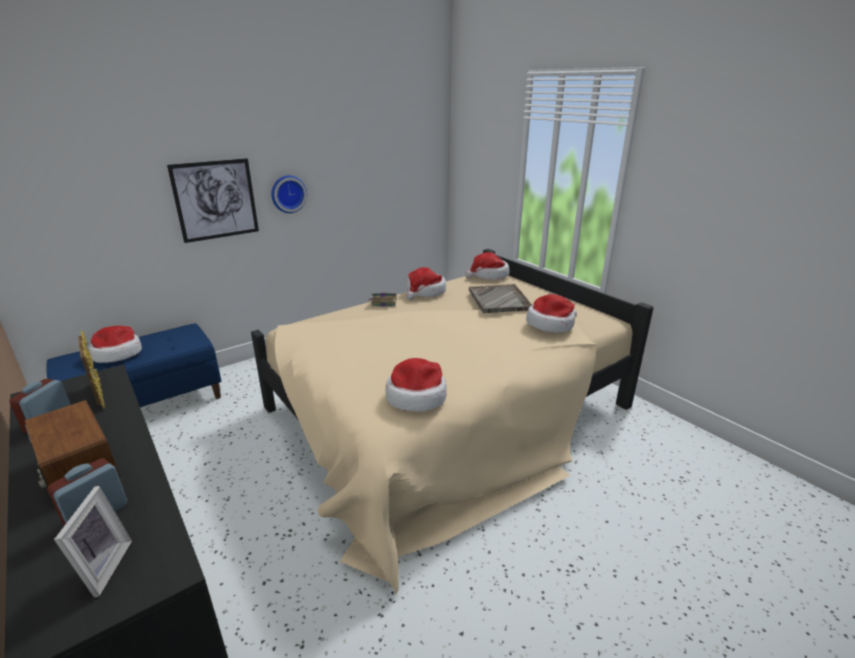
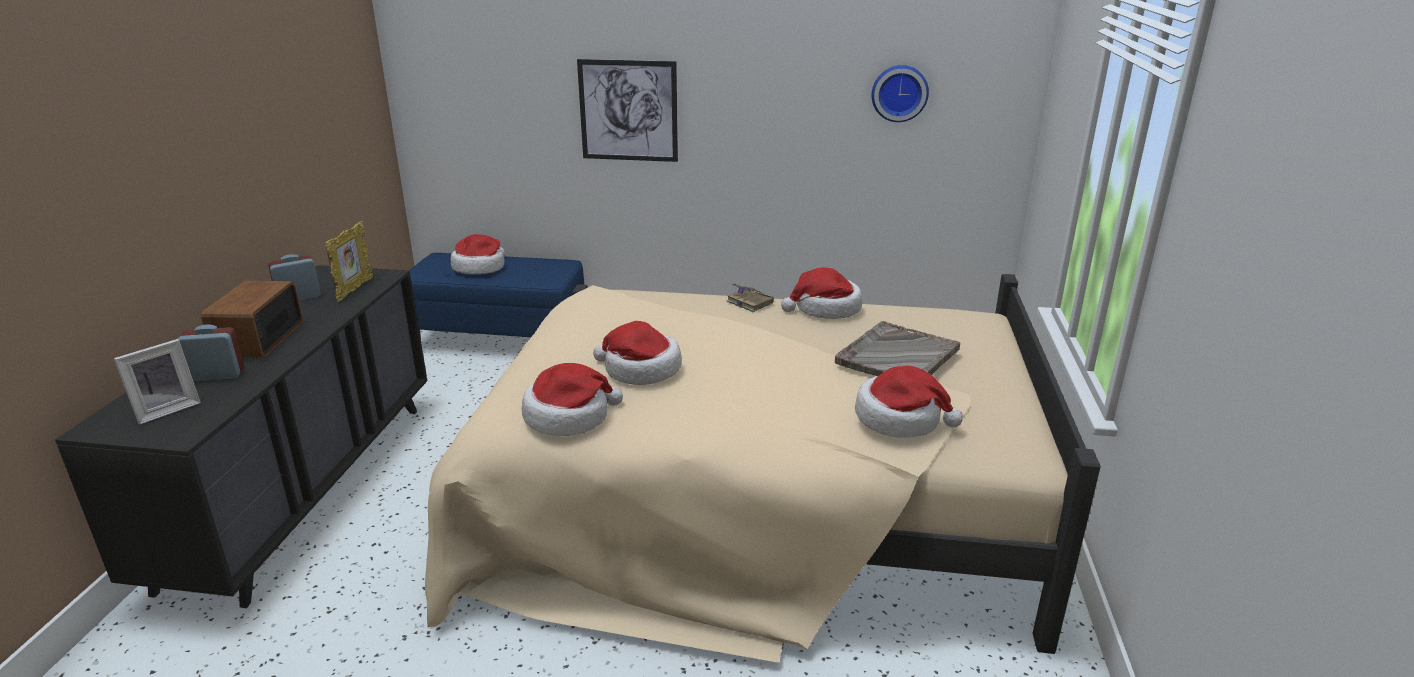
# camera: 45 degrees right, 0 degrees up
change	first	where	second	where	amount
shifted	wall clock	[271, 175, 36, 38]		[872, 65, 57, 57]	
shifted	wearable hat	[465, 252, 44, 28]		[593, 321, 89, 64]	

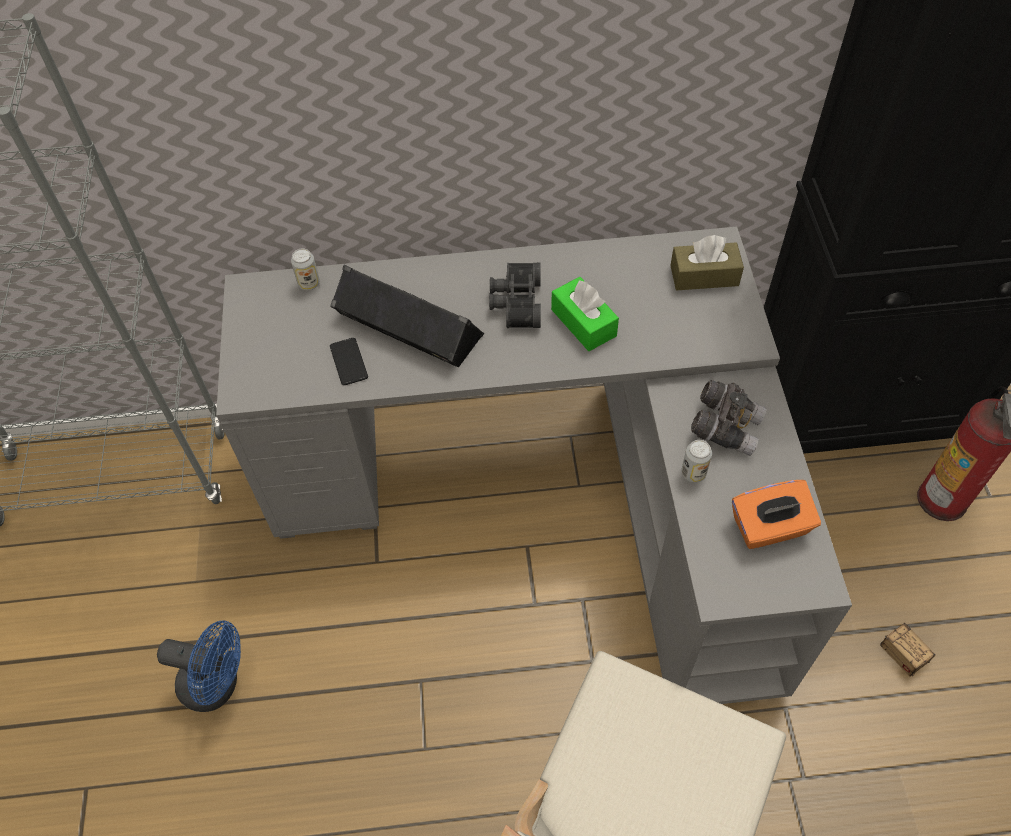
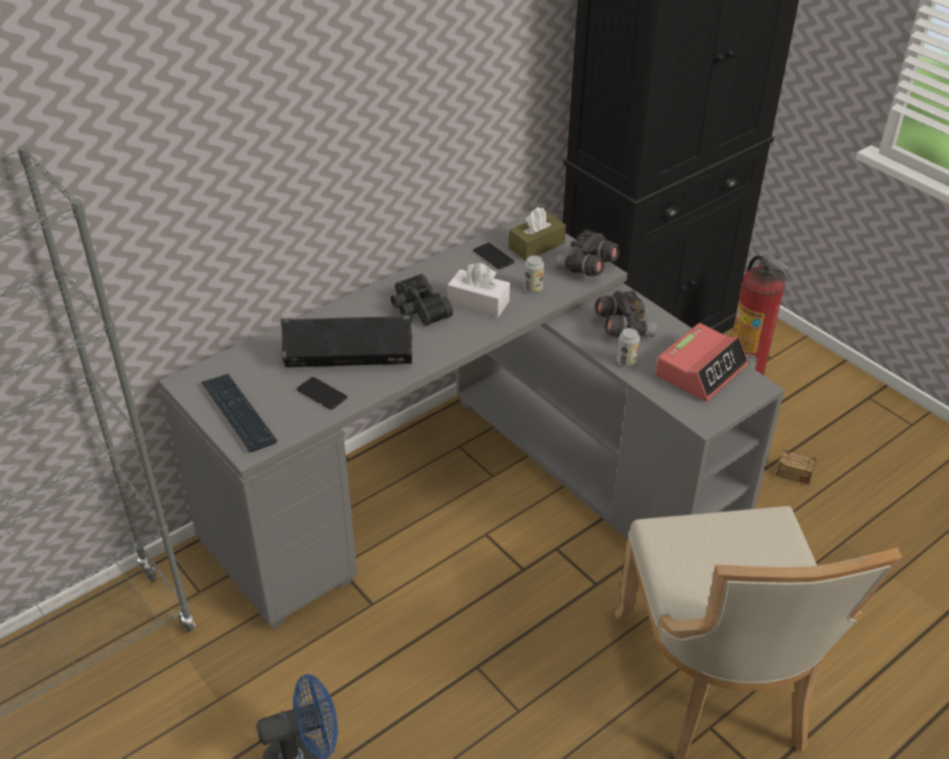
# camera: 35 degrees left, 15 degrees down
change	first	where	second	where	amount
new			PC keyboard	[201, 374, 76, 78]	
new			phone	[473, 243, 41, 26]	
new			binoculars (greyish)	[556, 229, 64, 47]	
shifted	can	[291, 248, 29, 42]		[524, 255, 20, 38]	
swapped	tissue holder (orange)	[732, 480, 89, 69]	table clock	[655, 323, 93, 79]	
repainted	tissue holder (green-coloured)	[551, 277, 68, 74]	tissue holder (whitish)	[448, 263, 62, 55]	

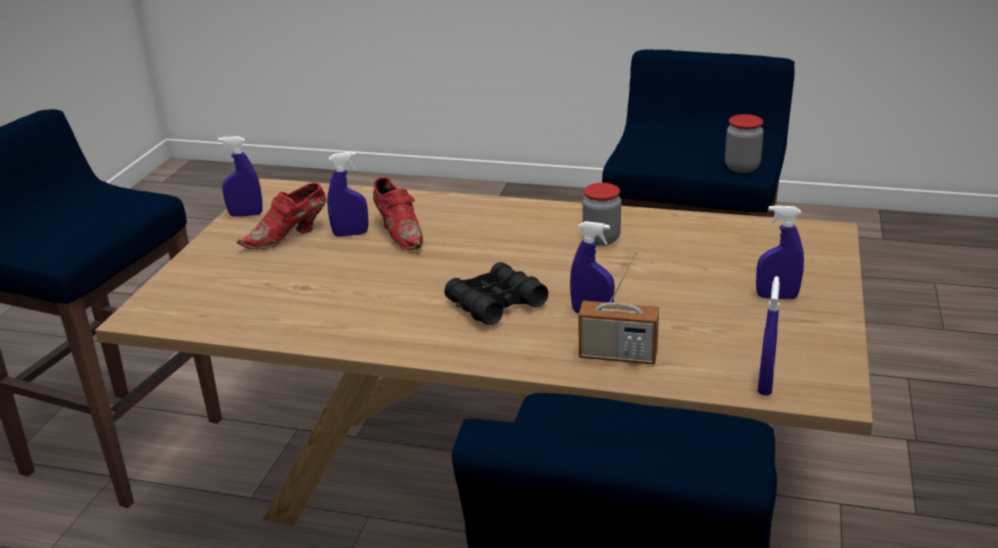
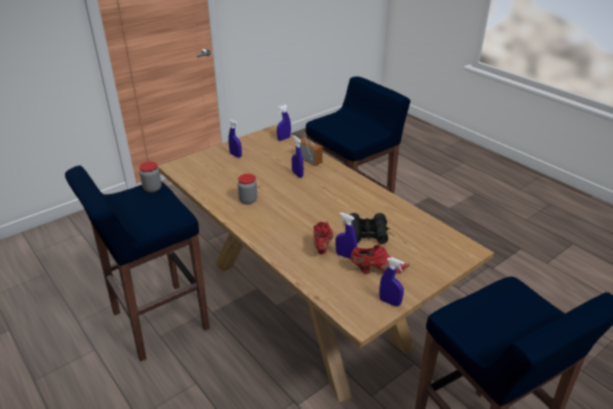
# camera: 145 degrees left, 5 degrees up
change	first	where	second	where	amount
shifted	binoculars (black)	[444, 262, 105, 63]		[350, 213, 40, 31]	

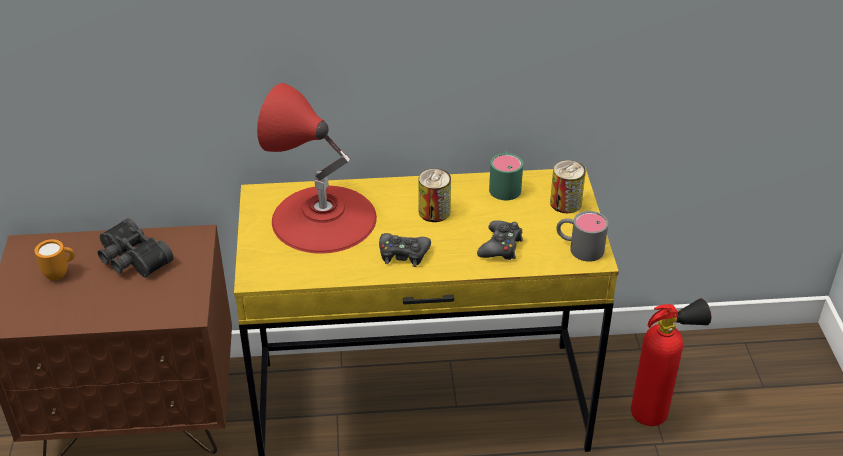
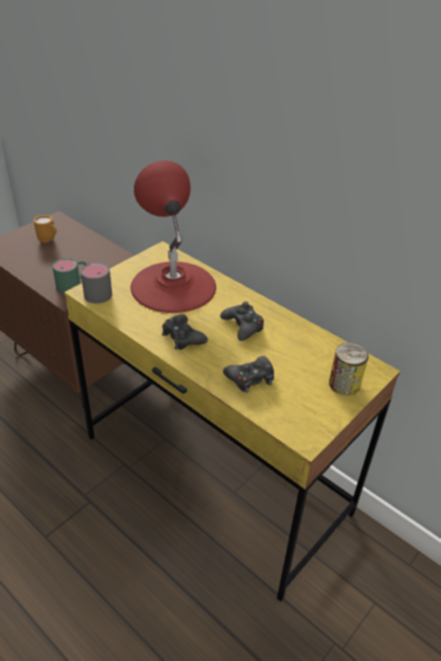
# camera: 45 degrees right, 0 degrees up
change	first	where	second	where	amount
gone	binoculars (black)	[98, 218, 76, 59]			
gone	fire extinguisher	[631, 298, 80, 128]			
shifted	tea mug (green-coloured)	[489, 151, 34, 49]		[52, 258, 35, 36]	
shifted	tea mug (greyish)	[556, 211, 52, 51]		[81, 262, 31, 42]	
swapped	can	[418, 169, 33, 53]	gamepad (black)	[220, 302, 44, 39]	

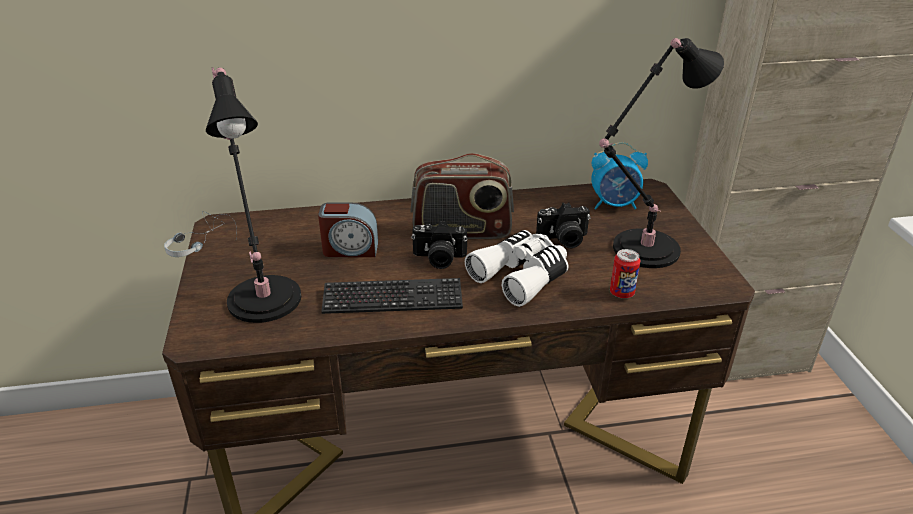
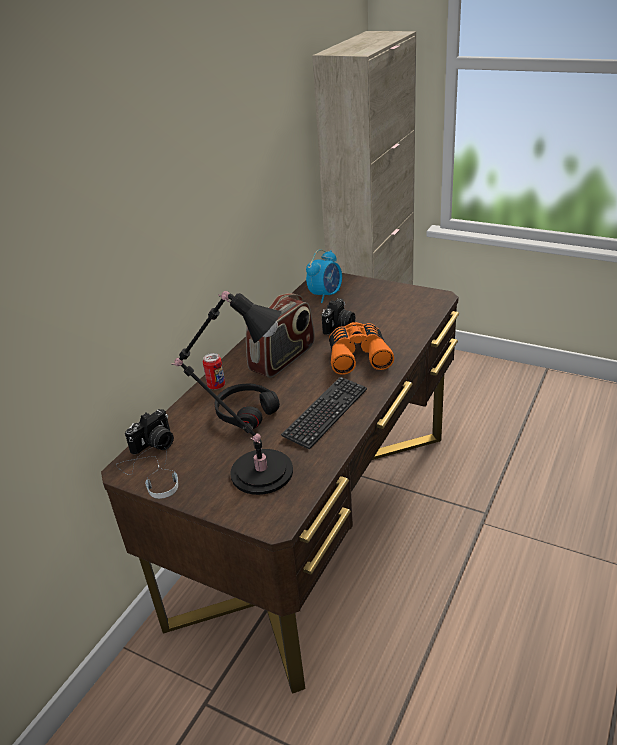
# camera: 50 degrees left, 0 degrees up
change	first	where	second	where	amount
gone	lamp for a table (black)	[599, 38, 125, 230]			
shifted	photo camera	[411, 221, 56, 48]		[125, 409, 49, 46]	
shifted	can	[610, 249, 31, 49]		[203, 353, 22, 36]	
swapped	table clock	[318, 202, 60, 55]	headset (black)	[215, 384, 65, 45]	
repainted	binoculars (whitish)	[465, 230, 103, 77]	binoculars (orange)	[329, 322, 65, 53]	

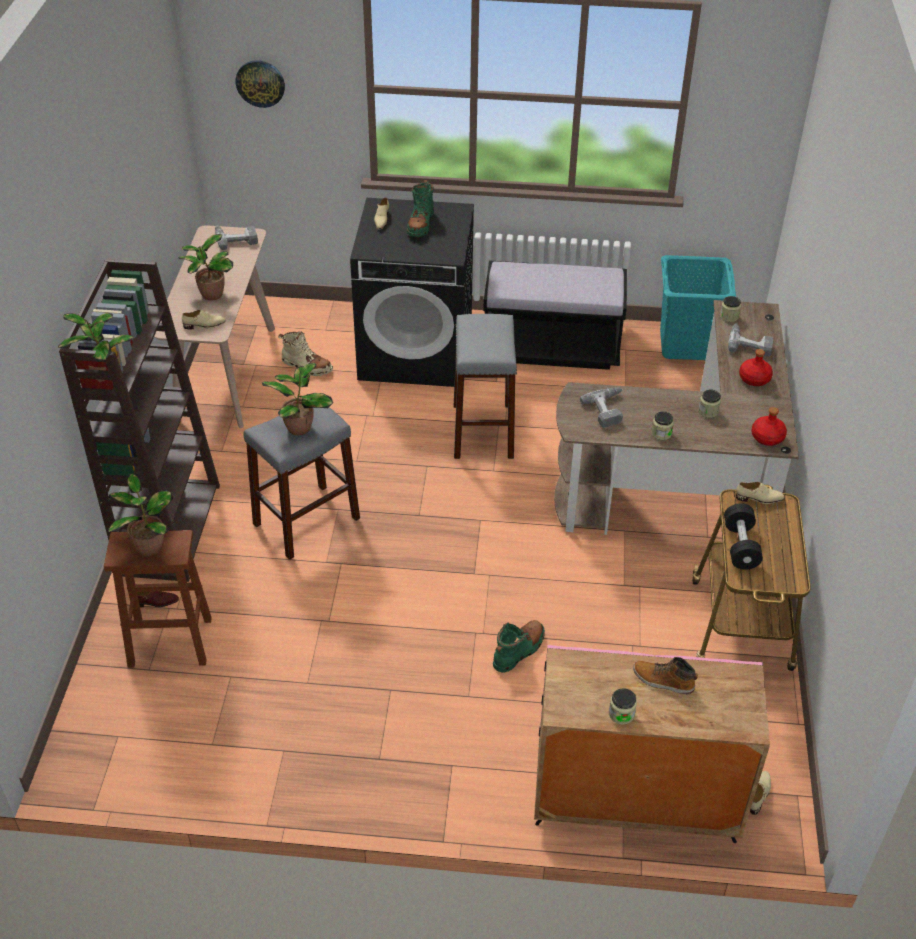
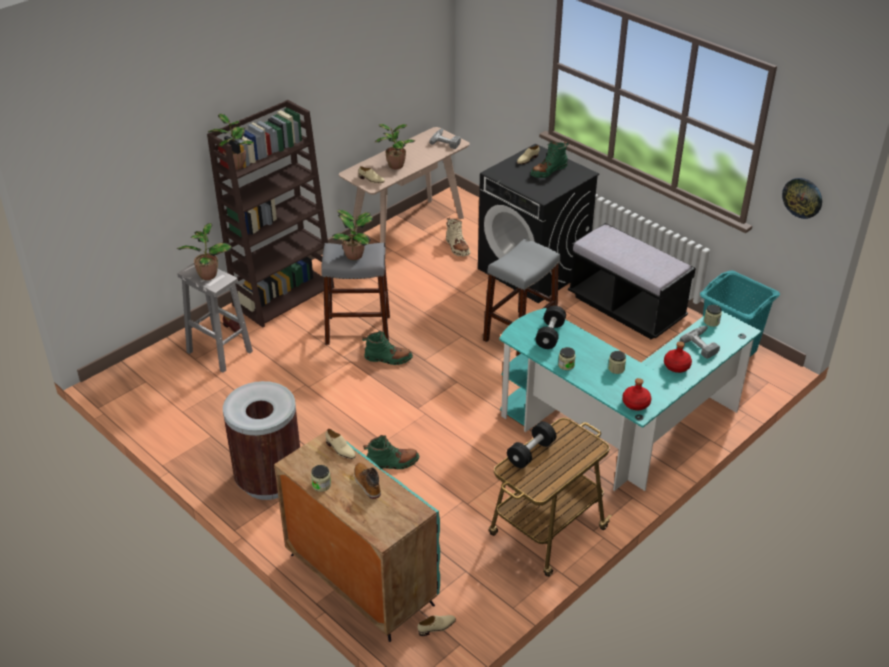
# camera: 40 degrees right, 5 degrees down
change	first	where	second	where	amount
new			trash can (brown-coloured)	[223, 381, 77, 119]	
new			boot (green-coloured)	[362, 331, 51, 34]	
shifted	wall clock	[236, 60, 49, 48]		[782, 178, 40, 41]	
shifted	item of footwear (beige-coloured)	[736, 482, 49, 22]		[325, 429, 31, 30]	
swapped	drill	[580, 387, 43, 41]	free weight (black)	[535, 306, 31, 43]	
repainted	stool (brown-coloured)	[104, 530, 108, 138]	stool (whitish)	[177, 263, 76, 110]	
repainted	storage cabinet (pink)	[534, 645, 236, 198]	storage cabinet (blue-green)	[274, 431, 166, 211]	
repainted	desk table (brown-coloured)	[554, 300, 245, 235]	desk table (blue-green)	[499, 308, 263, 183]	

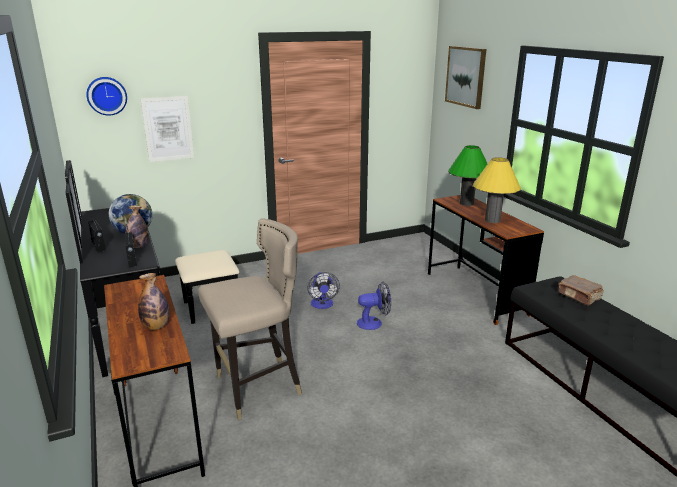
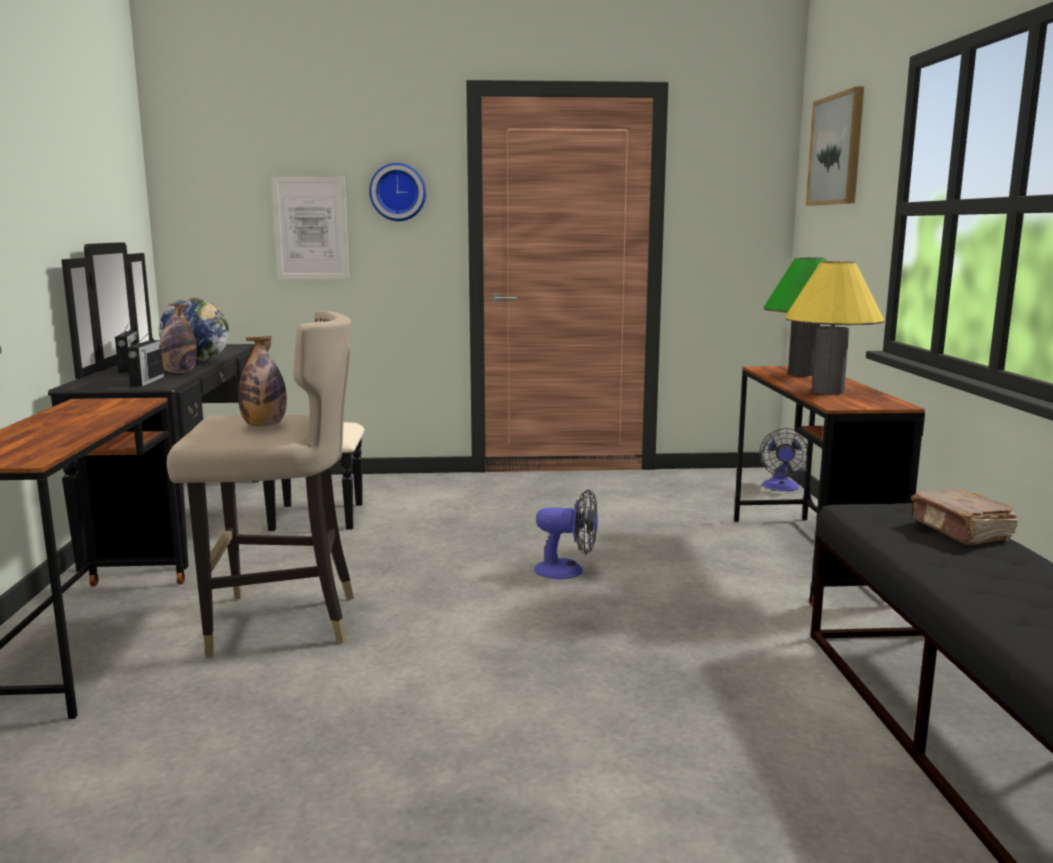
# camera: 20 degrees right, 10 degrees down
change	first	where	second	where	amount
shifted	wall clock	[86, 77, 41, 39]		[369, 163, 57, 58]	
shifted	drink bottle	[138, 273, 31, 57]		[238, 336, 49, 91]	
shifted	electric fan	[307, 272, 33, 37]		[759, 428, 49, 63]	

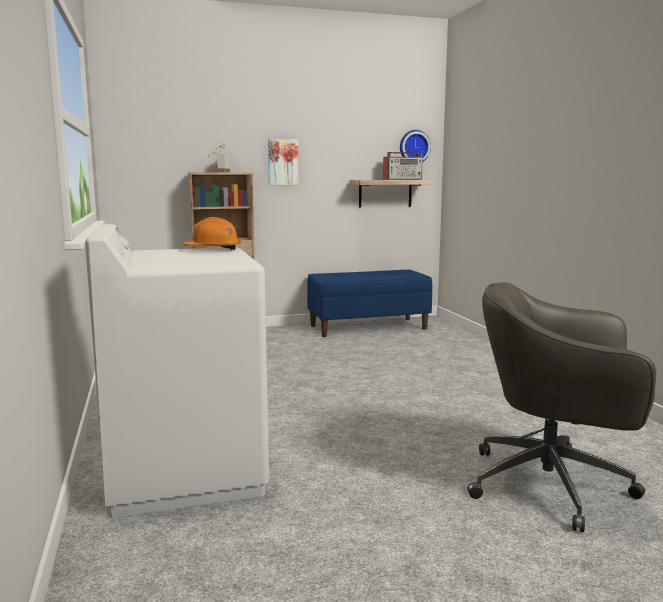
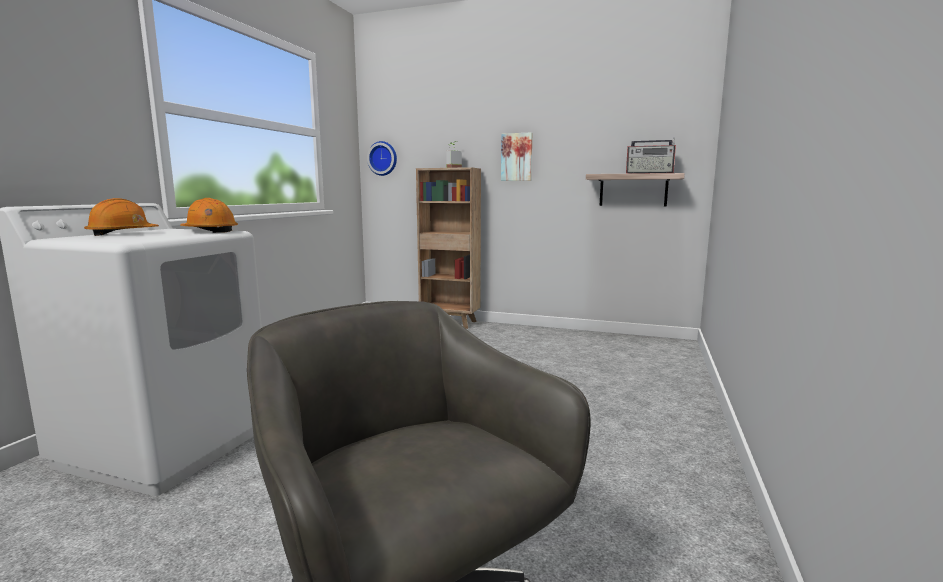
# camera: 35 degrees right, 0 degrees up
change	first	where	second	where	amount
gone	bench (bluish)	[307, 270, 126, 67]			
new			work helmet (orange)	[84, 198, 75, 38]	
shifted	wall clock	[400, 130, 31, 32]		[367, 141, 30, 35]	

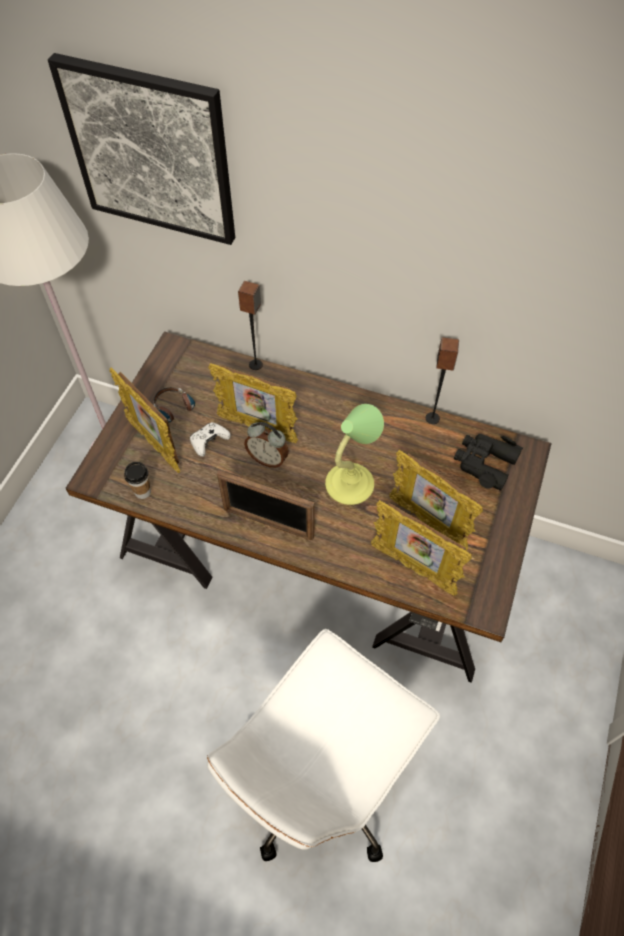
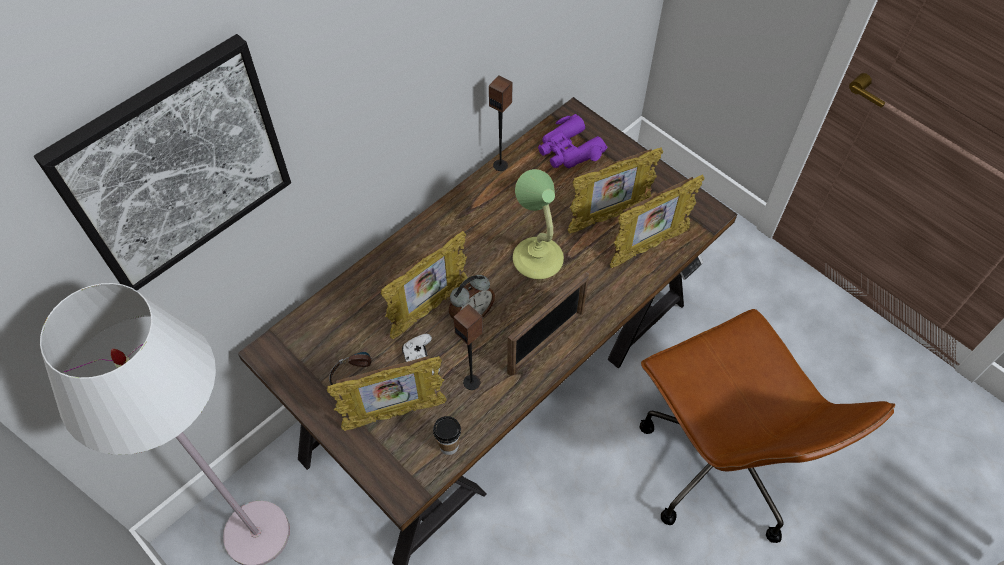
# camera: 65 degrees left, 0 degrees up
change	first	where	second	where	amount
shifted	audio speaker	[238, 281, 25, 89]		[454, 304, 29, 86]	
repainted	office chair (whitish)	[207, 629, 233, 233]	office chair (brown-coloured)	[640, 309, 255, 234]	
repainted	binoculars (black)	[454, 434, 69, 57]	binoculars (purple)	[538, 114, 69, 54]	

